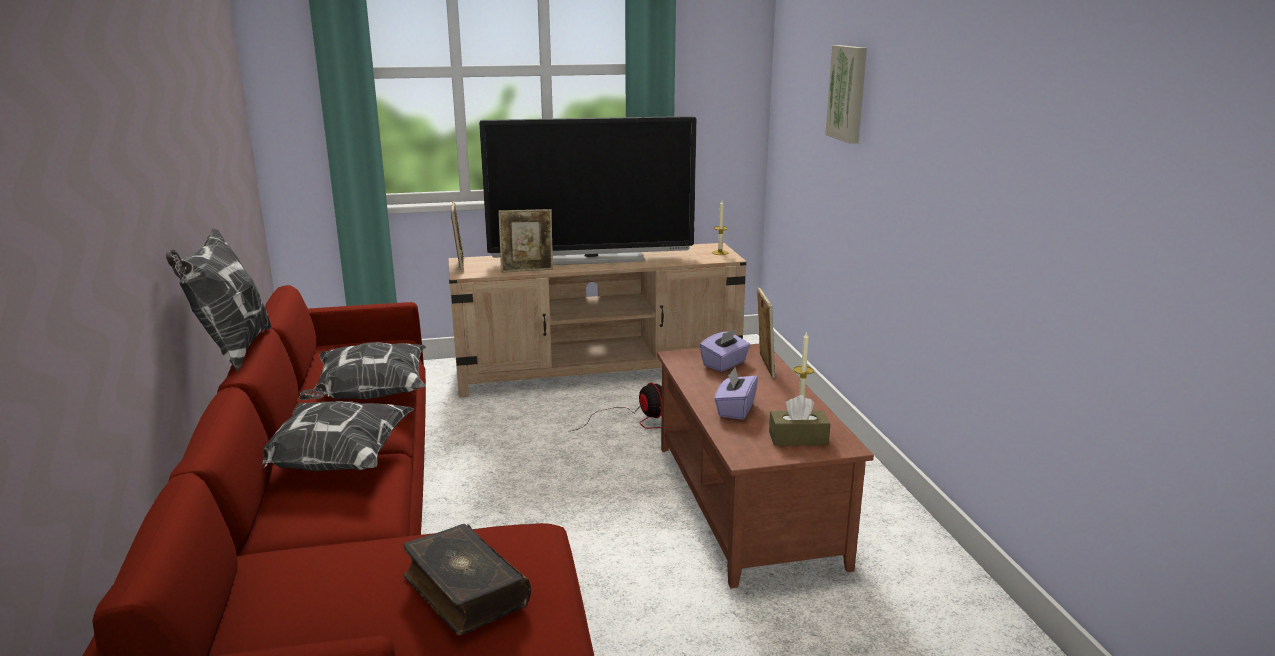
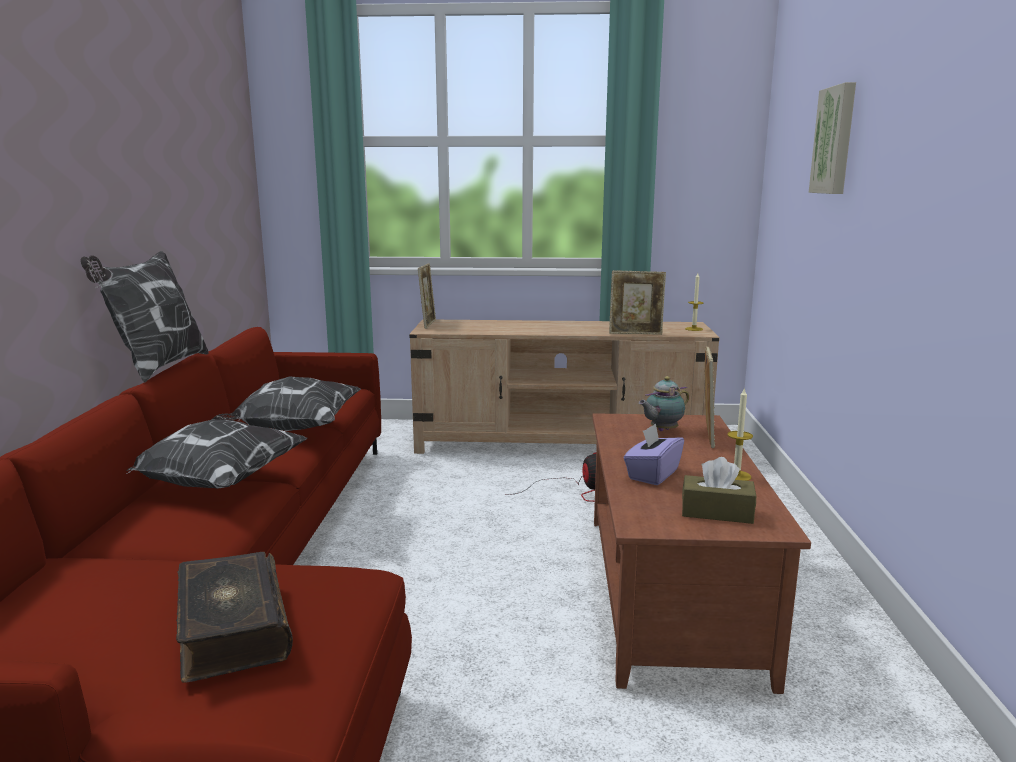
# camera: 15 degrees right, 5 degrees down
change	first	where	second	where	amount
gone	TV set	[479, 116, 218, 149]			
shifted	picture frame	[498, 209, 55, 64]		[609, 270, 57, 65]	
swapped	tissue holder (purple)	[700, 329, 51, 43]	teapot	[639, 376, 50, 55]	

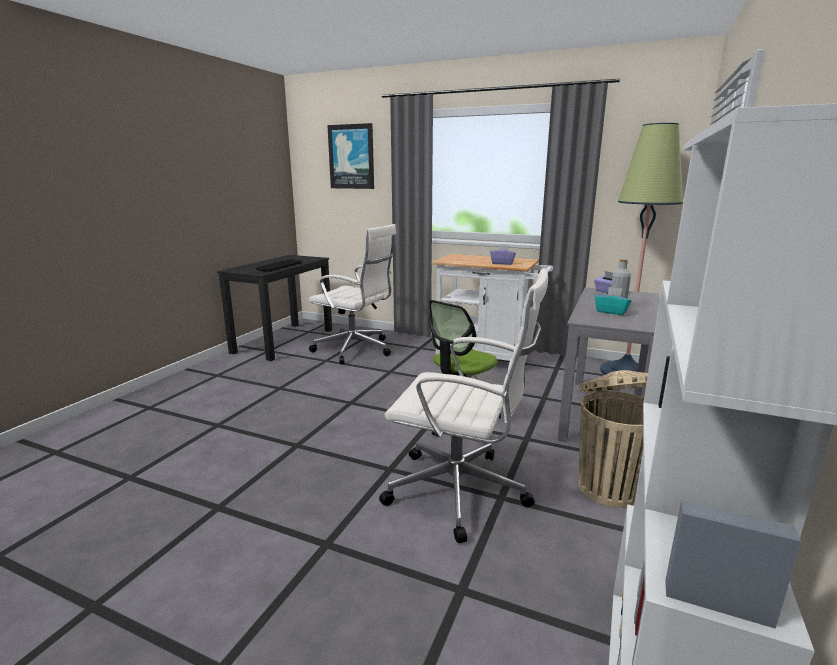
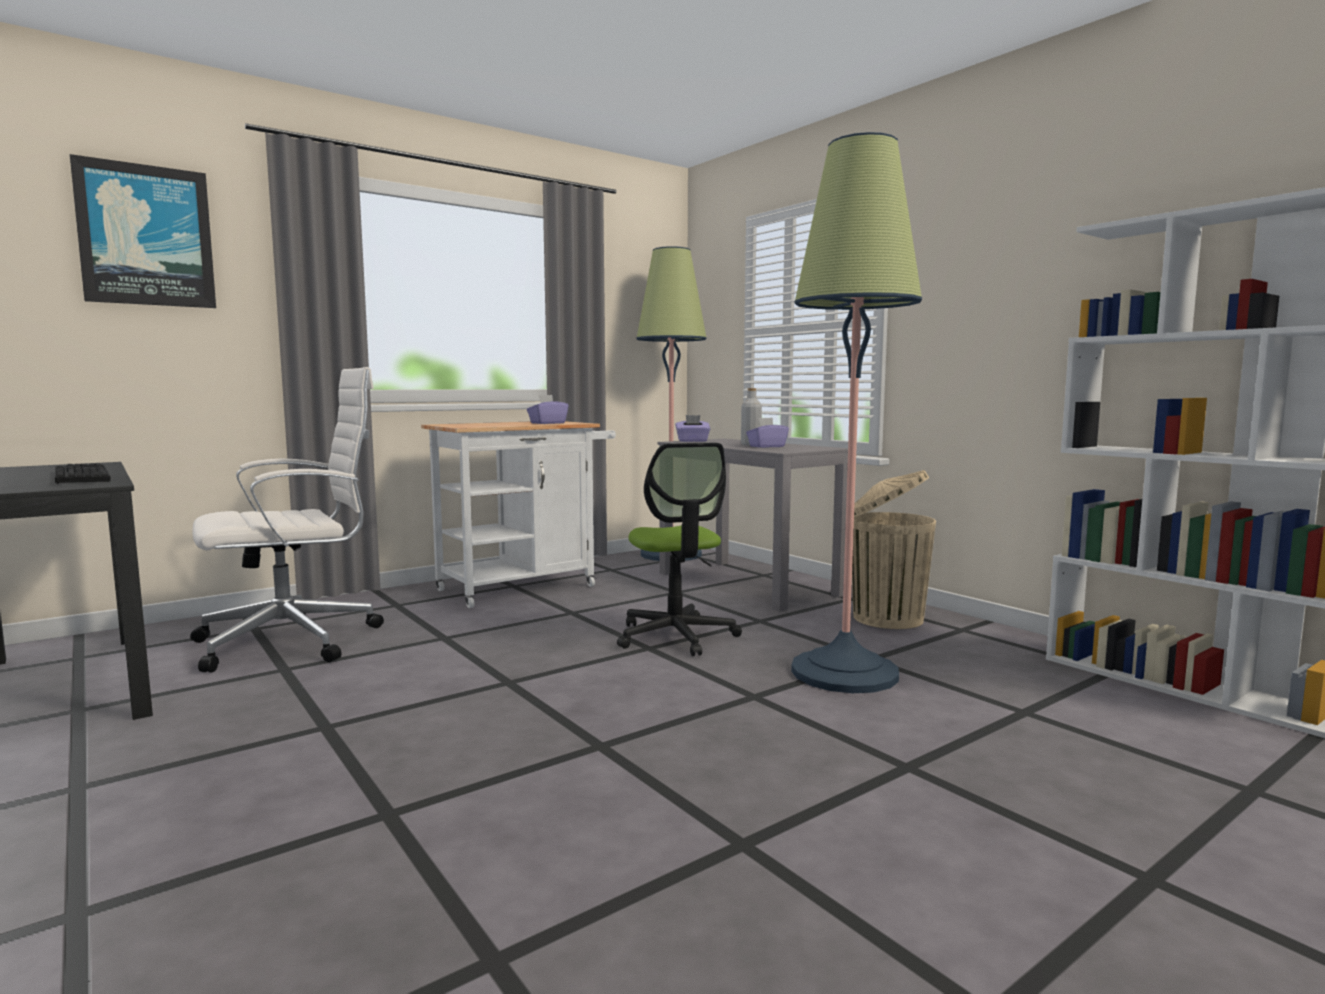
# camera: 60 degrees left, 10 degrees down
change	first	where	second	where	amount
swapped	office chair (whitish)	[379, 268, 169, 275]	floor lamp	[791, 132, 131, 561]	
repainted	tissue holder (blue-green)	[595, 287, 37, 28]	tissue holder (purple)	[746, 417, 43, 31]	

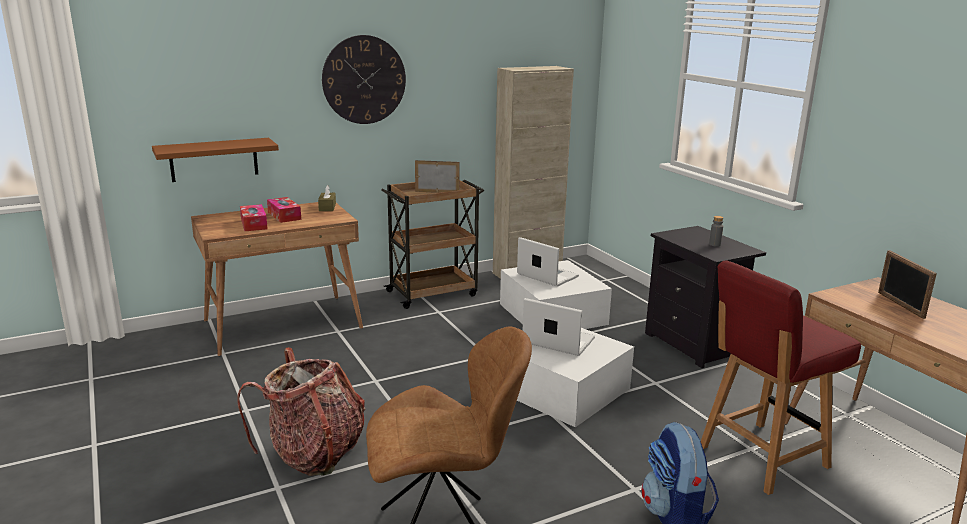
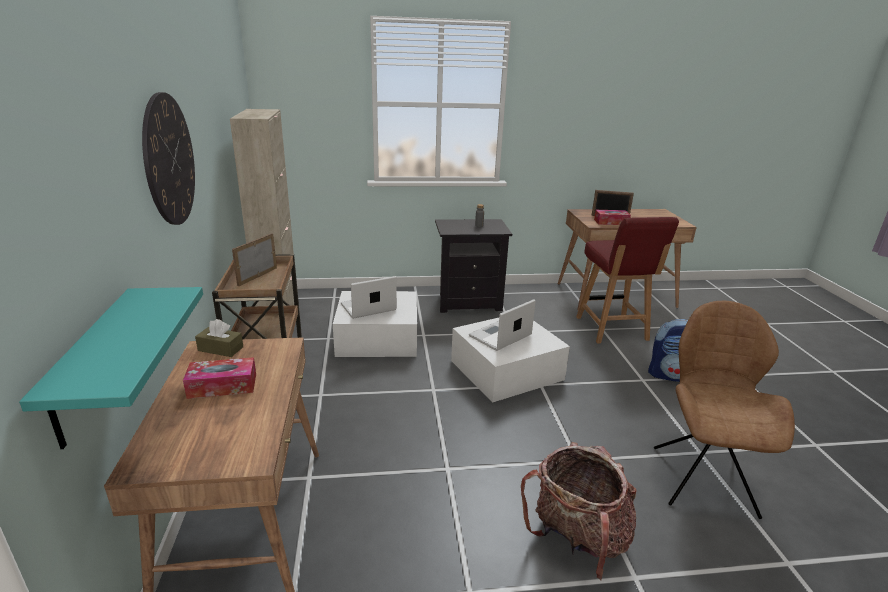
# camera: 70 degrees left, 5 degrees up
change	first	where	second	where	amount
shifted	tissue holder	[240, 204, 28, 27]		[594, 210, 37, 15]	
repainted	shelf (brown-coloured)	[152, 138, 127, 44]	shelf (blue-green)	[19, 287, 184, 162]	

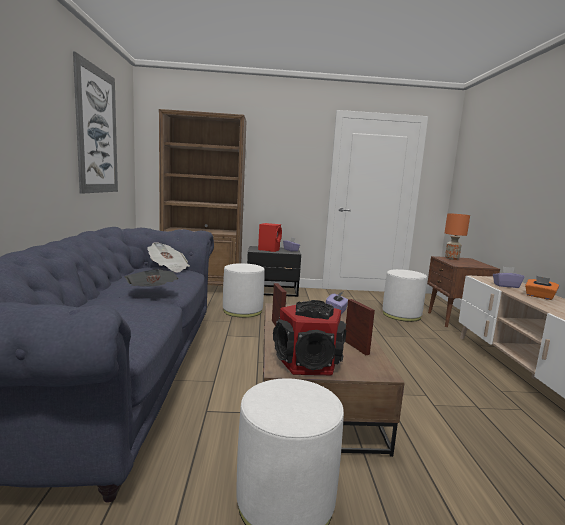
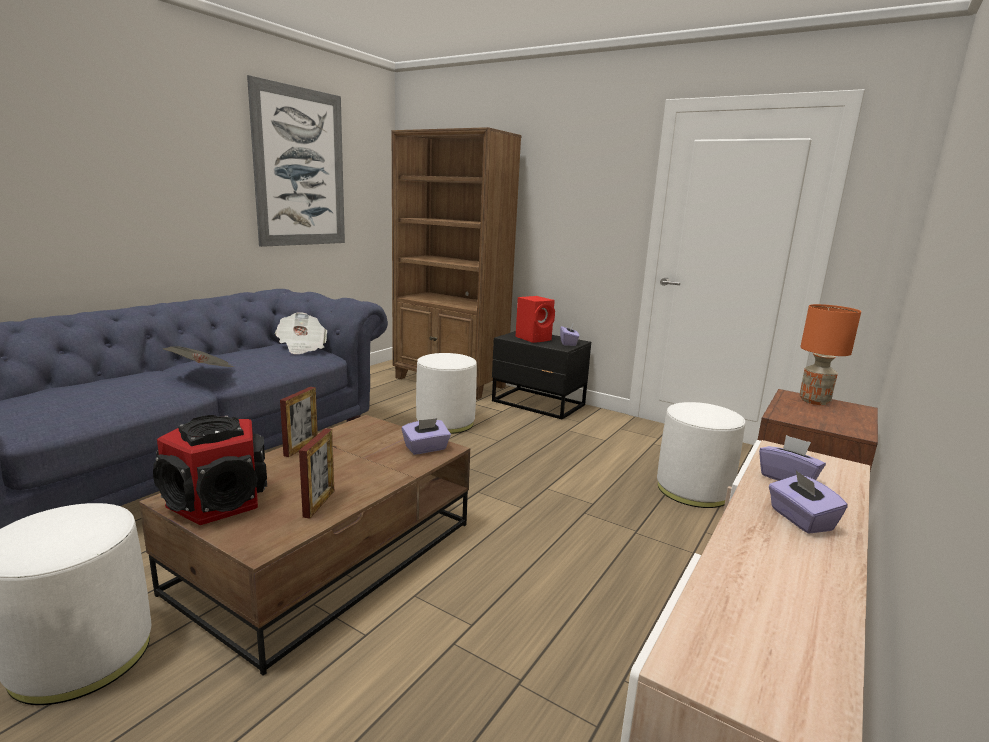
# camera: 35 degrees right, 5 degrees up
change	first	where	second	where	amount
repainted	tissue holder (orange)	[525, 276, 34, 24]	tissue holder (purple)	[769, 470, 79, 64]	

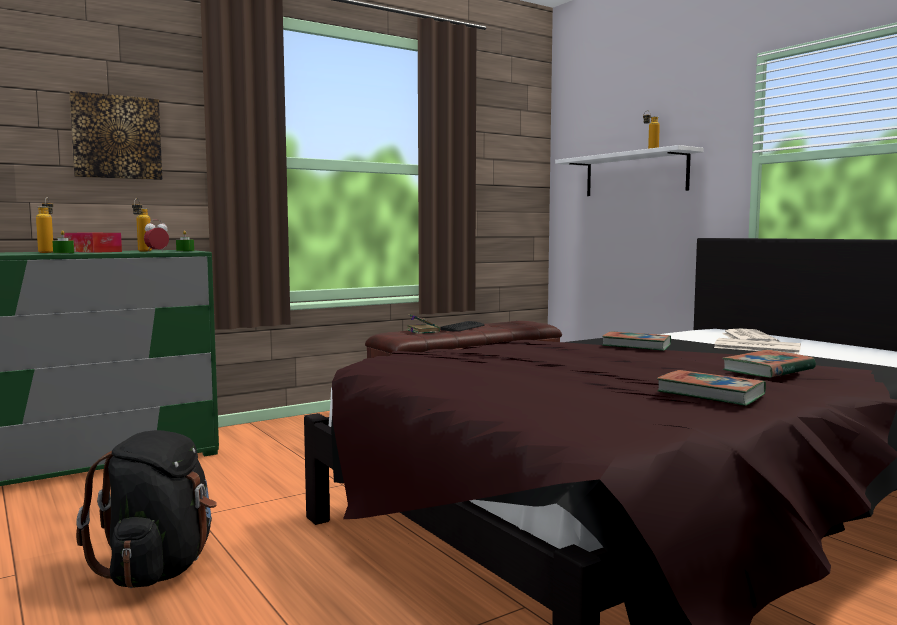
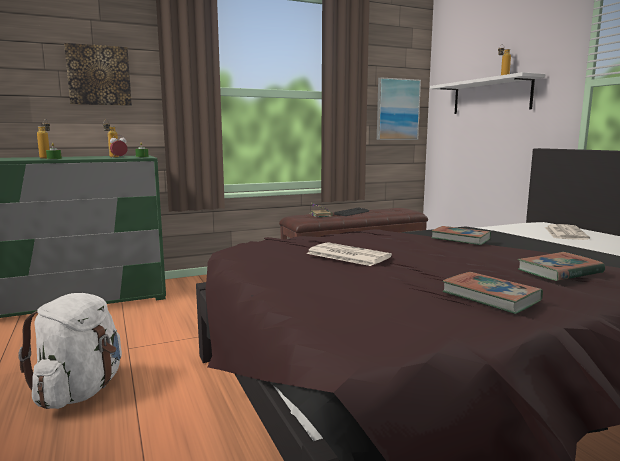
# camera: 10 degrees right, 5 degrees up
change	first	where	second	where	amount
gone	tissue holder	[64, 233, 58, 20]			
new			wall picture	[377, 77, 44, 63]	
shifted	printed paper	[714, 338, 87, 16]		[307, 242, 85, 24]	
repainted	knapsack (black)	[76, 430, 141, 158]	knapsack (whitish)	[18, 293, 104, 116]	

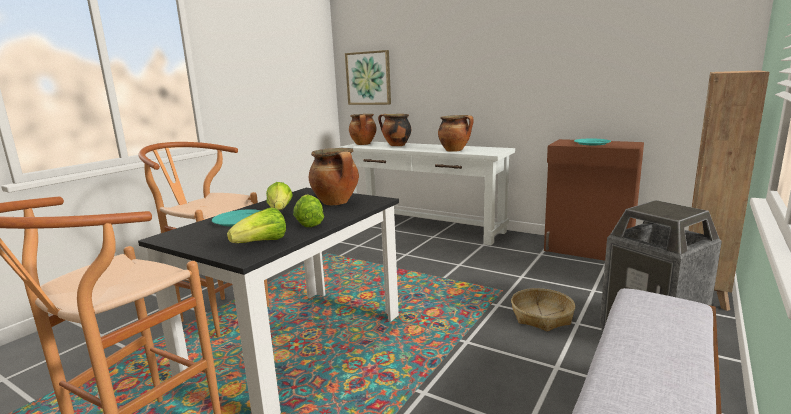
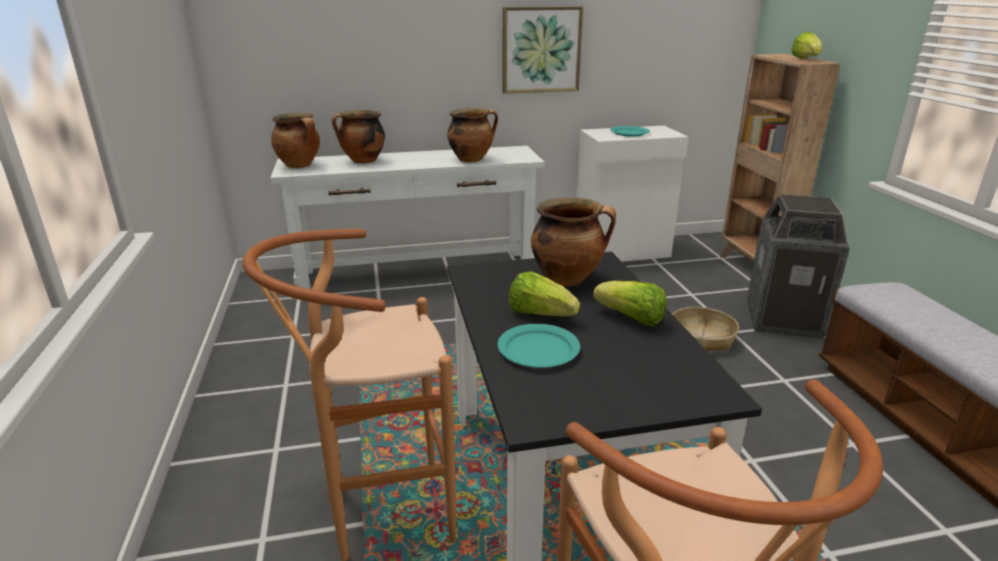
# camera: 45 degrees left, 10 degrees up
change	first	where	second	where	amount
shifted	head of lettuce	[227, 207, 59, 36]		[791, 32, 31, 26]	
shifted	wall picture	[345, 50, 46, 55]		[502, 6, 81, 88]	
repainted	storage cabinet (brown-coloured)	[544, 139, 100, 122]	storage cabinet (whitish)	[576, 126, 113, 136]	

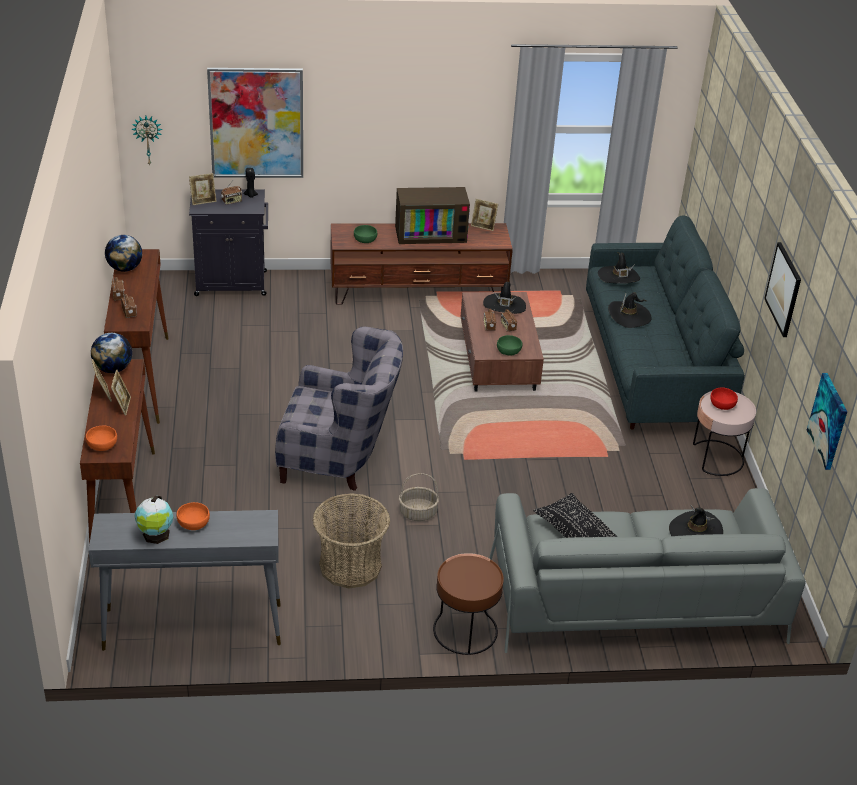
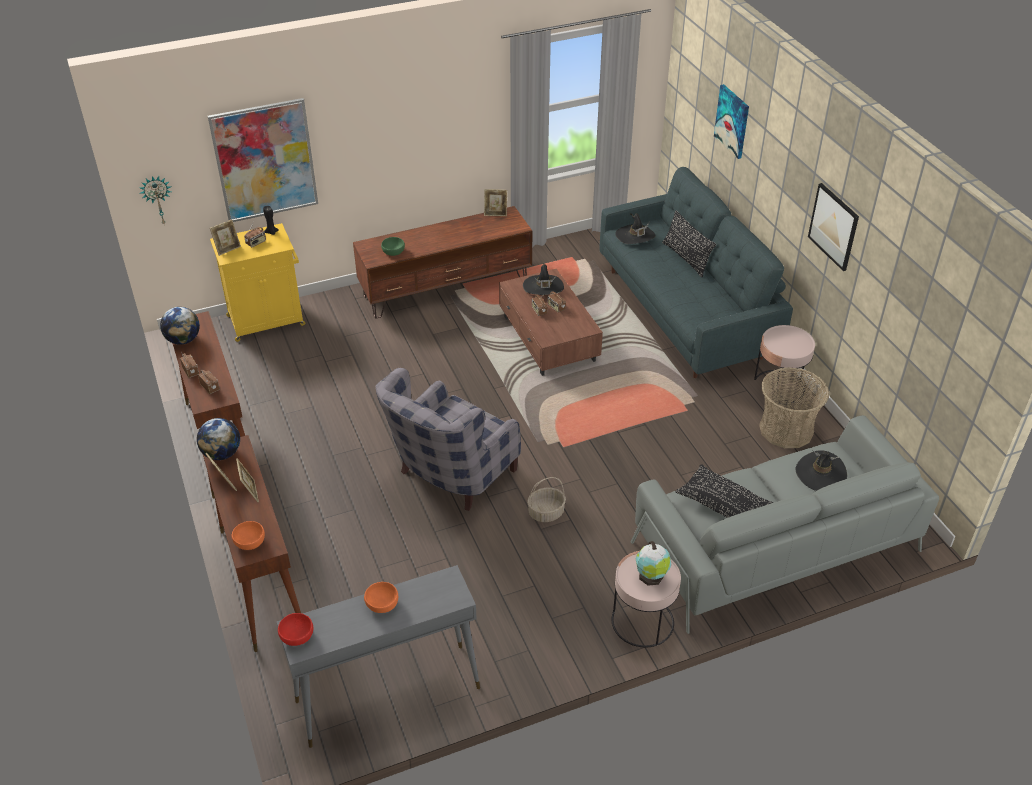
# camera: 15 degrees left, 5 degrees up
change	first	where	second	where	amount
gone	TV set	[395, 187, 75, 57]			
gone	bowl (green-coloured)	[497, 335, 25, 21]			
gone	wearable hat (black)	[608, 292, 43, 36]			
new			cushion (black)	[662, 211, 54, 66]	
shifted	world globe	[135, 496, 38, 48]		[636, 541, 35, 45]	
shifted	storage basket	[313, 493, 77, 95]		[759, 367, 70, 81]	
shifted	bowl (red-coloured)	[710, 387, 28, 23]		[278, 613, 35, 33]	
shifted	wall picture	[807, 373, 40, 97]		[714, 84, 35, 75]	
repainted	storage cabinet (black)	[189, 189, 79, 107]	storage cabinet (yellow-coloured)	[210, 223, 95, 119]	
repainted	accent table (brown-coloured)	[433, 553, 71, 102]	accent table (pink)	[611, 551, 70, 97]	
rotated	easy chair (greyish)	[275, 327, 128, 164]		[376, 368, 145, 143]	135 degrees clockwise

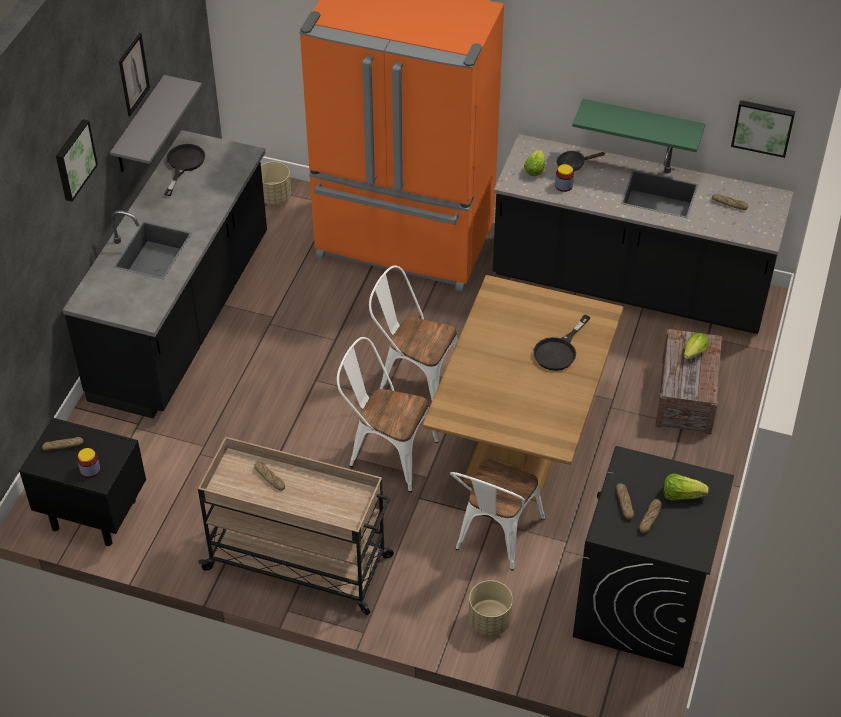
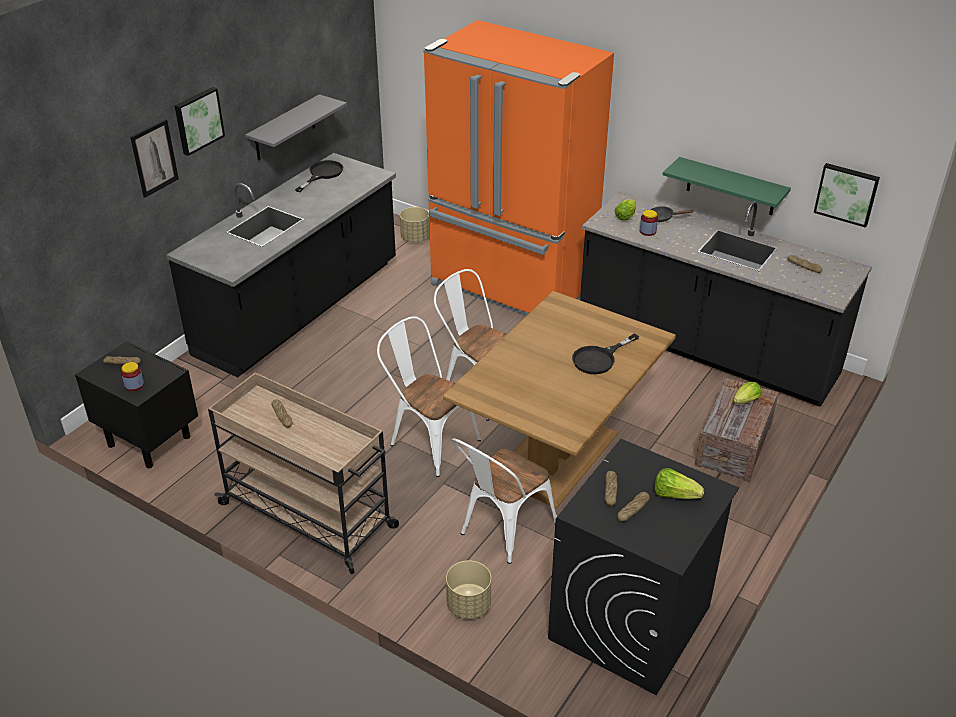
# camera: 15 degrees right, 10 degrees down
change	first	where	second	where	amount
shifted	wall picture	[119, 33, 31, 83]		[130, 119, 49, 79]	

